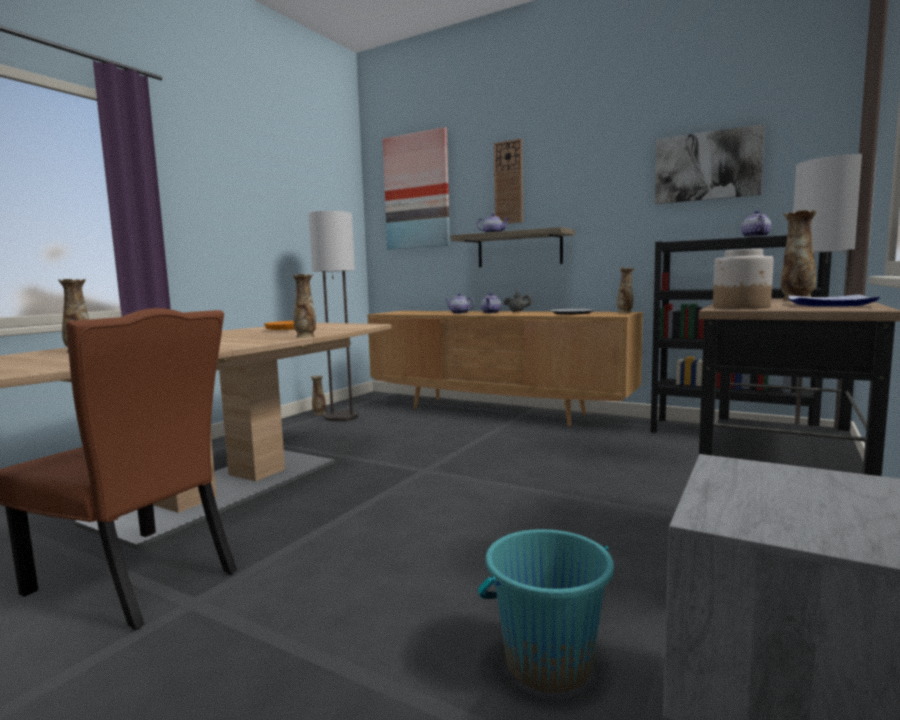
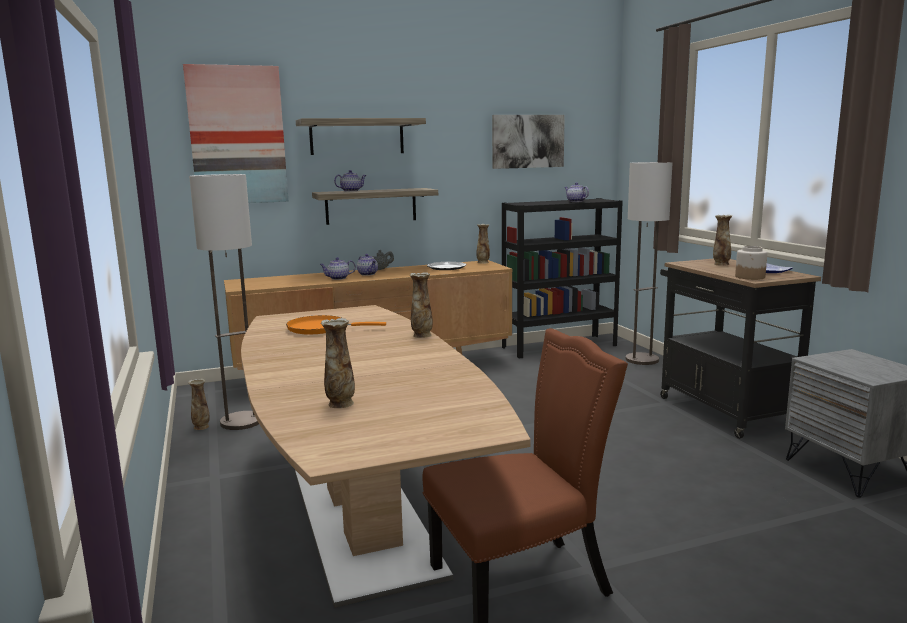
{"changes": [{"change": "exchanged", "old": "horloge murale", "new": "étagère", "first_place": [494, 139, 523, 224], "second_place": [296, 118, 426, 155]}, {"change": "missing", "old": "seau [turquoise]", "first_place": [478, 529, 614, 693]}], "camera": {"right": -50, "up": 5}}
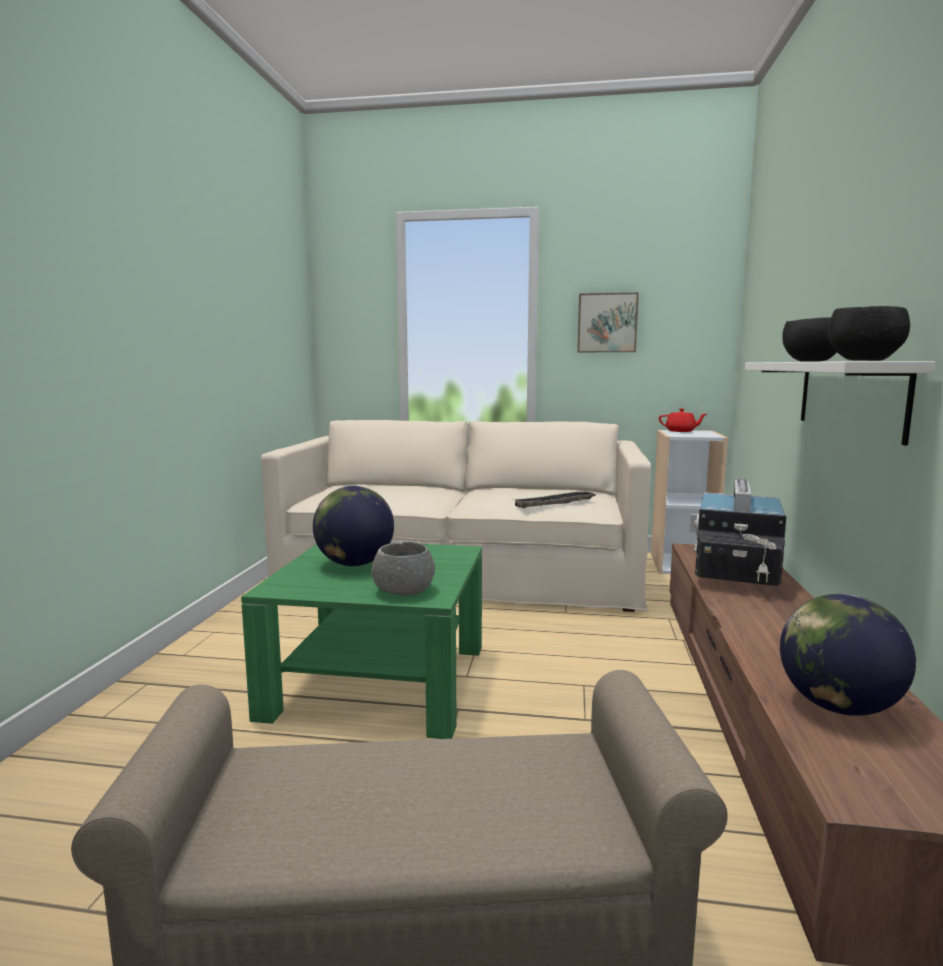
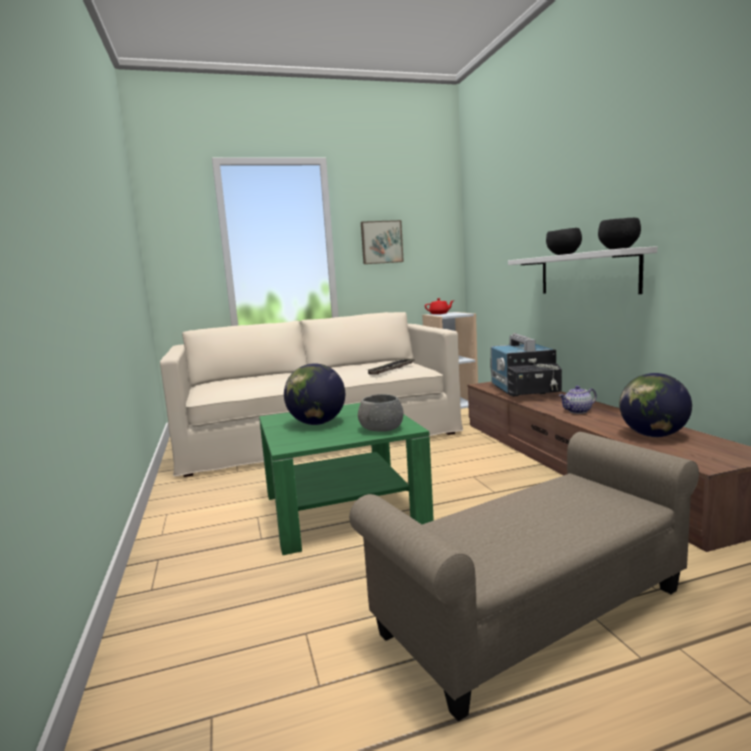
{"changes": [{"change": "appeared", "new": "théière", "second_place": [559, 386, 597, 414]}], "camera": {"right": -25, "up": 0}}
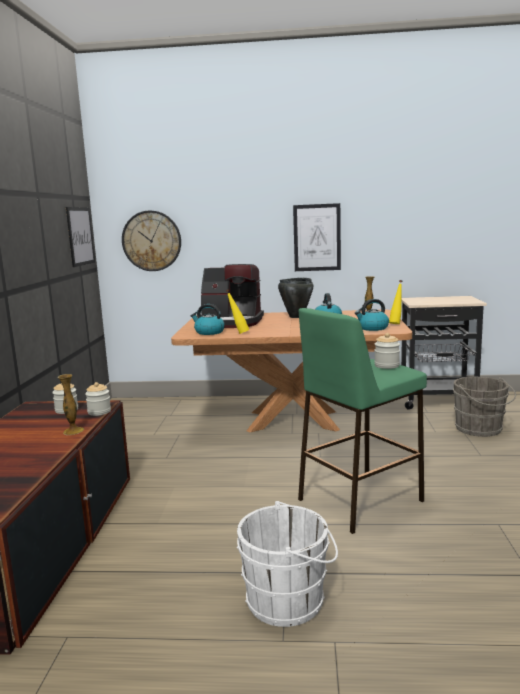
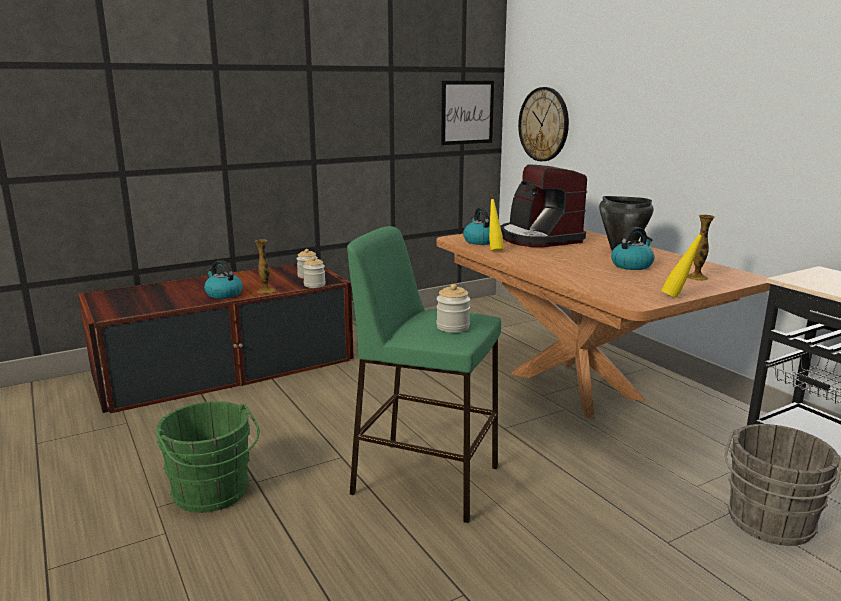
{"changes": [{"change": "missing", "old": "tableau", "first_place": [293, 203, 341, 271]}, {"change": "relocated", "old": "bouilloire", "first_place": [355, 299, 389, 331], "second_place": [204, 260, 242, 299]}, {"change": "colour", "old": "seau [blanc]", "new": "seau [vert]", "first_place": [237, 501, 338, 627], "second_place": [156, 401, 260, 513]}], "camera": {"right": 55, "up": 5}}
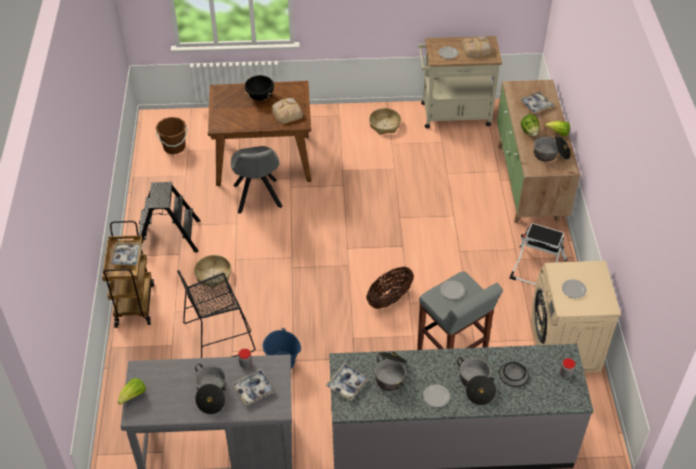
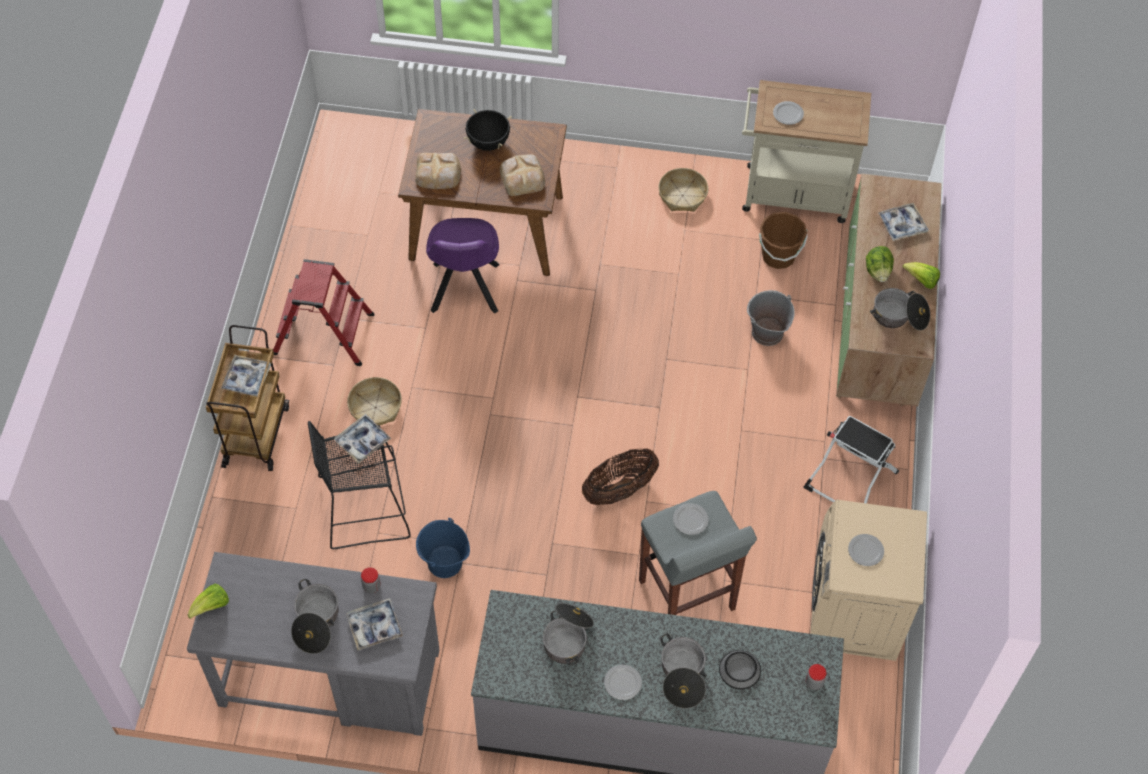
{"changes": [{"change": "relocated", "old": "pain", "first_place": [461, 36, 492, 57], "second_place": [415, 153, 461, 189]}, {"change": "relocated", "old": "seau [marron]", "first_place": [155, 117, 188, 154], "second_place": [759, 212, 807, 269]}, {"change": "colour", "old": "chaise [gris]", "new": "chaise [violet]", "first_place": [231, 146, 283, 214], "second_place": [426, 218, 499, 313]}, {"change": "colour", "old": "escabeau [noir]", "new": "escabeau [rouge]", "first_place": [139, 182, 201, 252], "second_place": [273, 259, 375, 366]}, {"change": "relocated", "old": "plateau", "first_place": [326, 363, 370, 400], "second_place": [334, 414, 391, 464]}, {"change": "appeared", "new": "seau [gris]", "second_place": [747, 290, 795, 346]}], "camera": {"right": 10, "up": 10}}
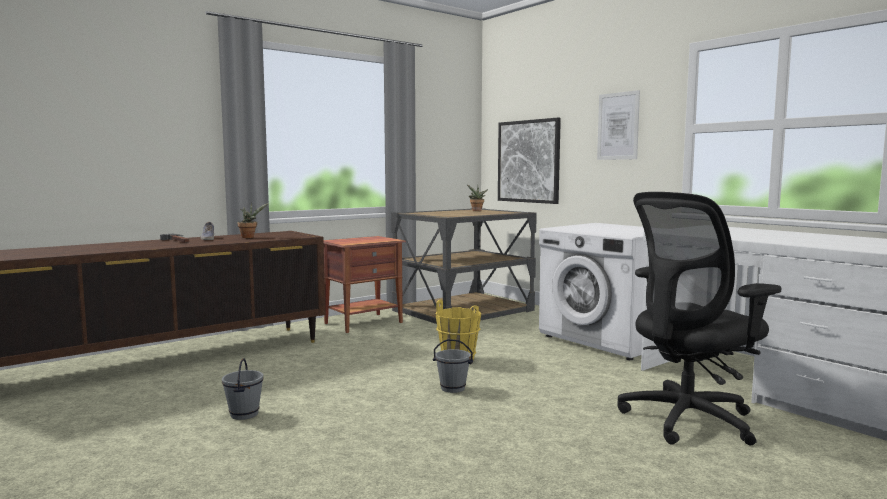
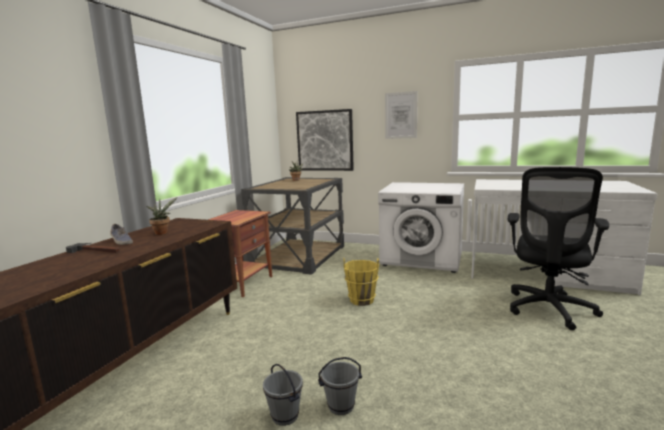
{"changes": [{"change": "relocated", "old": "seau [gris]", "first_place": [433, 339, 473, 393], "second_place": [318, 357, 362, 415]}], "camera": {"right": -30, "up": 5}}
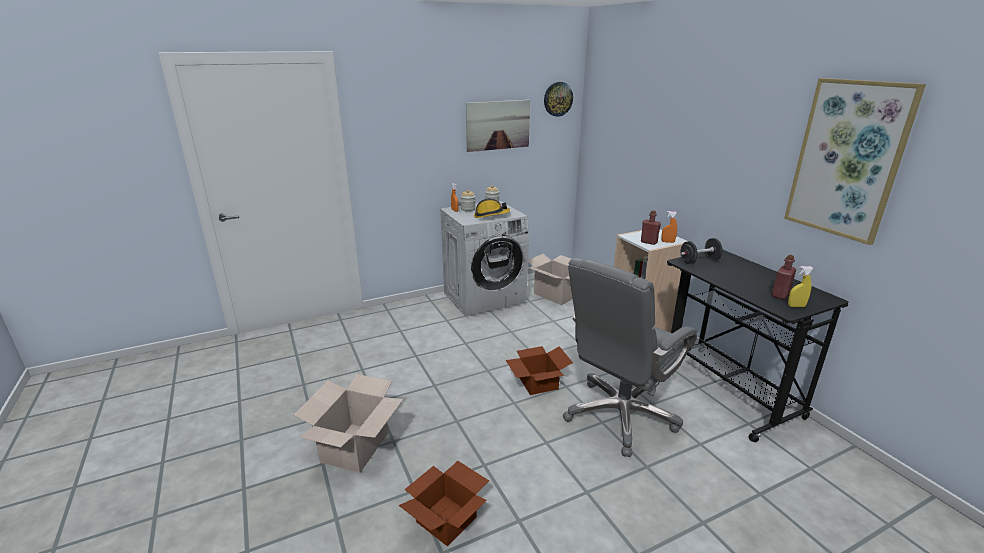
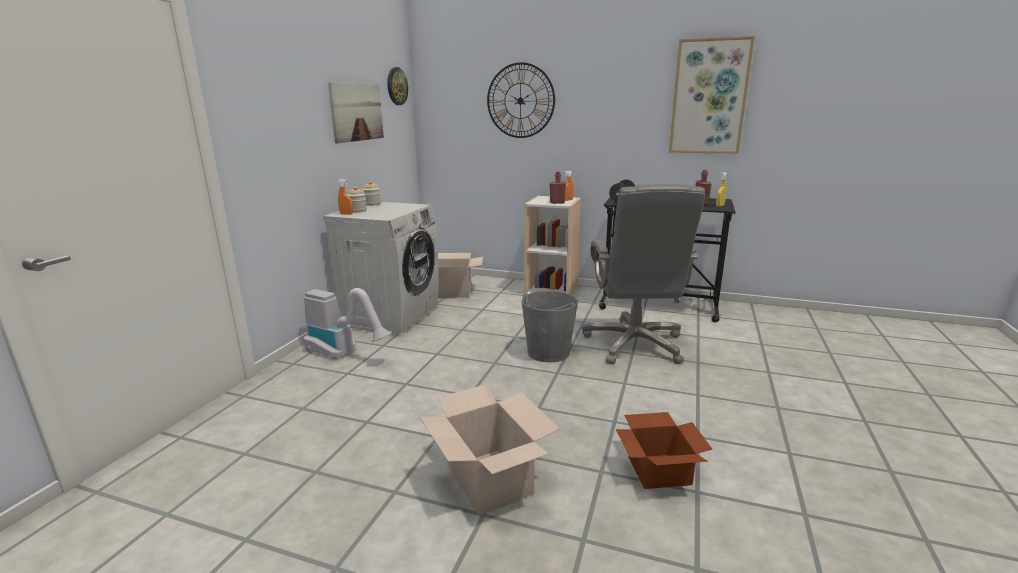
{"changes": [{"change": "missing", "old": "casque de chantier", "first_place": [474, 198, 510, 218]}, {"change": "exchanged", "old": "carton", "new": "seau [gris]", "first_place": [506, 346, 573, 395], "second_place": [521, 291, 578, 362]}, {"change": "appeared", "new": "horloge murale", "second_place": [487, 62, 555, 138]}, {"change": "appeared", "new": "aspirateur", "second_place": [303, 288, 392, 359]}], "camera": {"right": -45, "up": -5}}
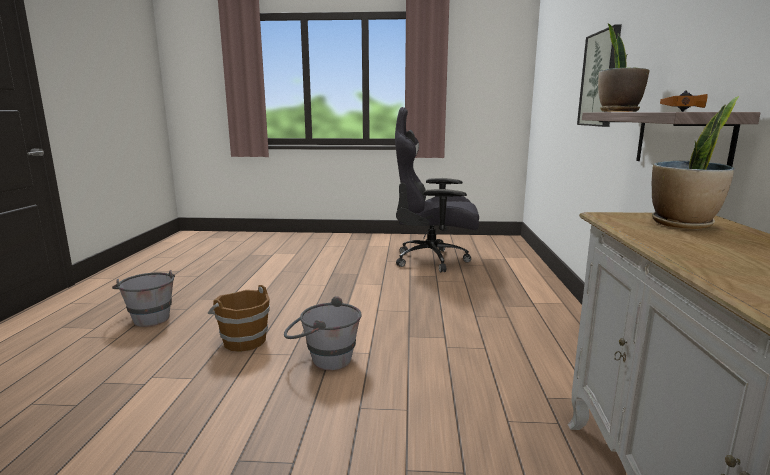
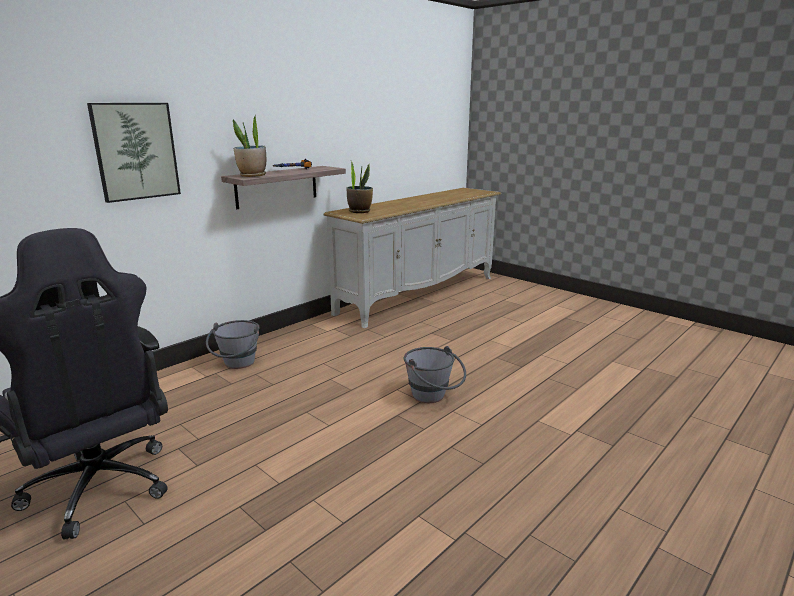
{"changes": [{"change": "relocated", "old": "seau [gris]", "first_place": [112, 270, 175, 327], "second_place": [206, 320, 260, 369]}, {"change": "missing", "old": "seau [marron]", "first_place": [208, 285, 270, 352]}], "camera": {"right": -140, "up": 5}}
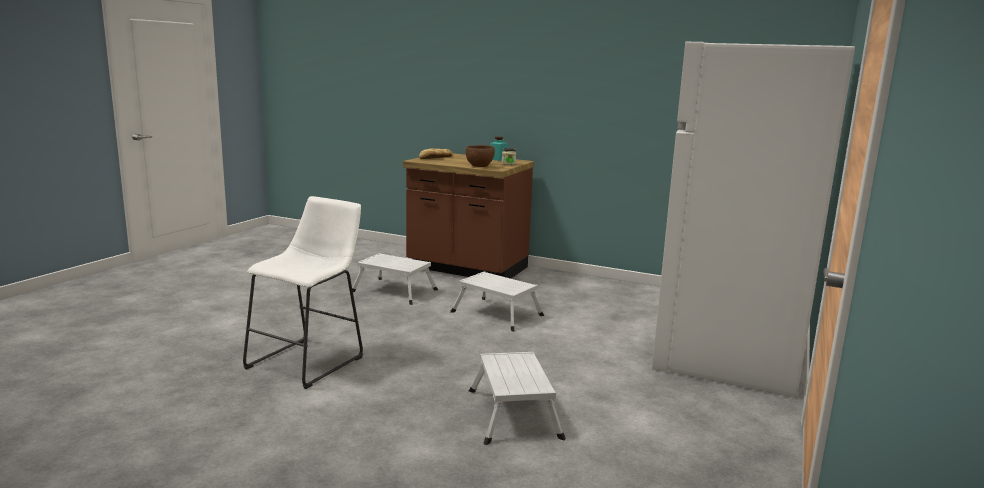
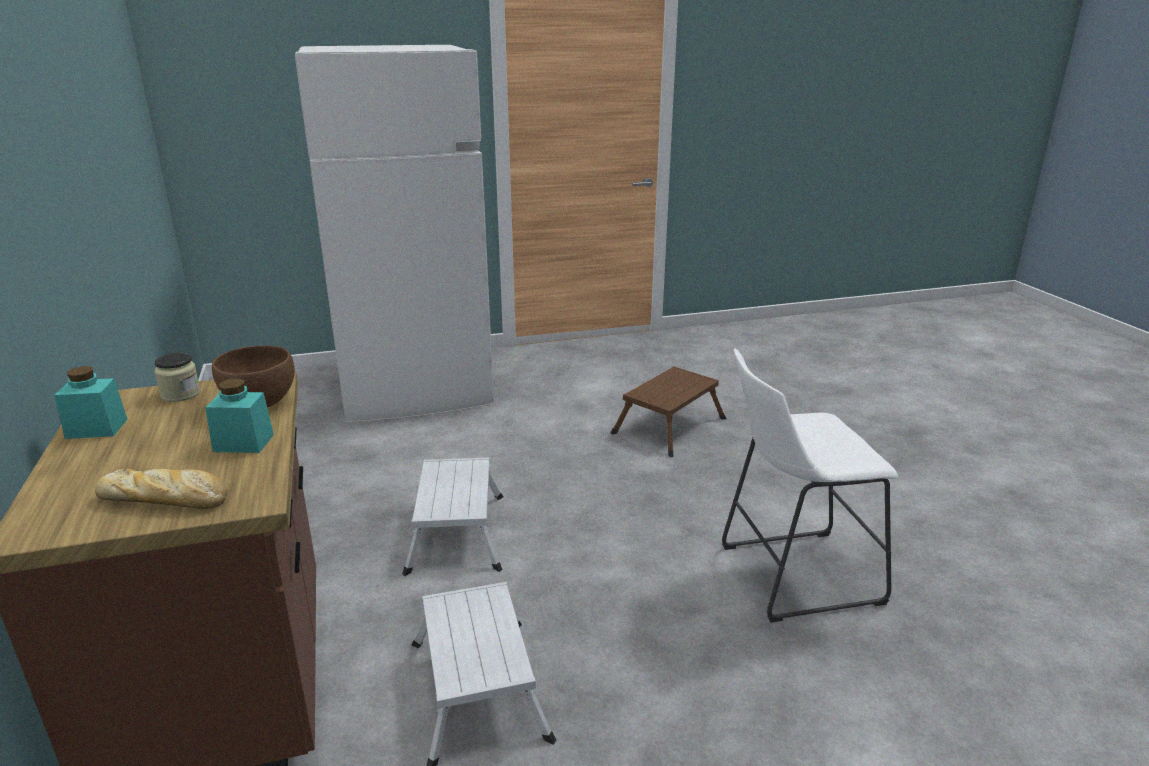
{"changes": [{"change": "colour", "old": "escabeau [blanc]", "new": "escabeau [marron]", "first_place": [469, 352, 566, 445], "second_place": [610, 366, 727, 457]}, {"change": "appeared", "new": "bocal [turquoise]", "second_place": [205, 378, 274, 453]}], "camera": {"right": -130, "up": 10}}
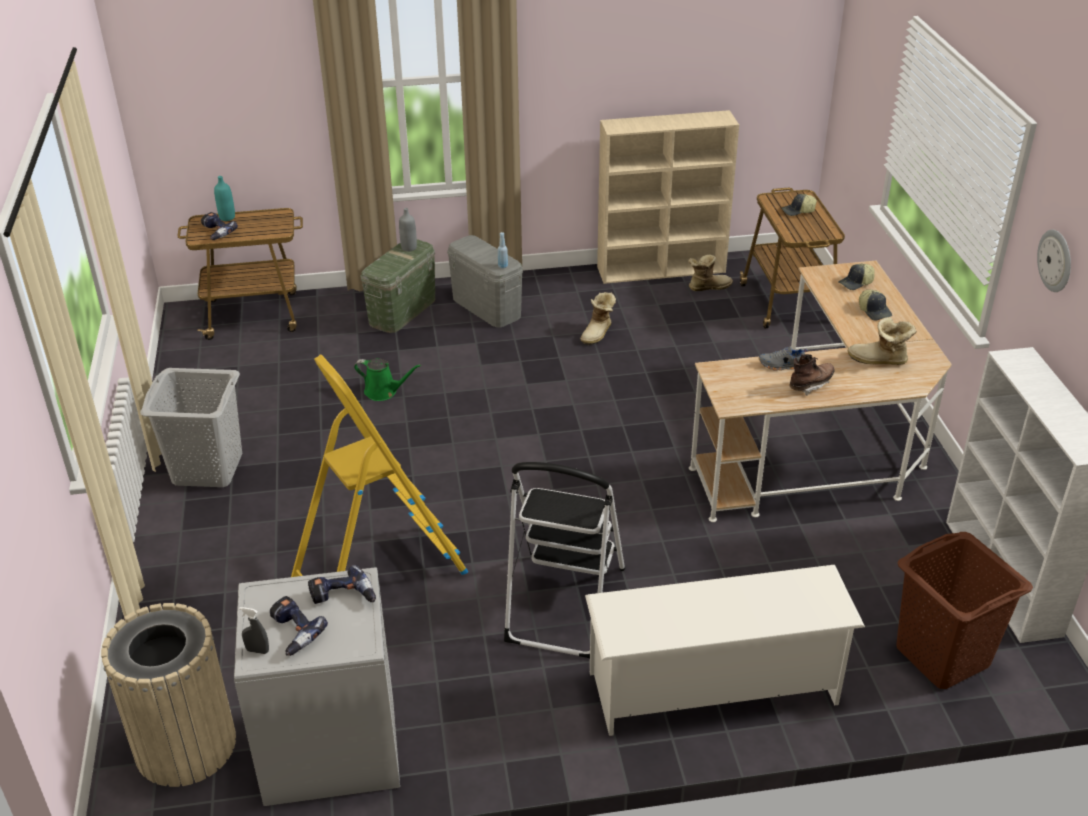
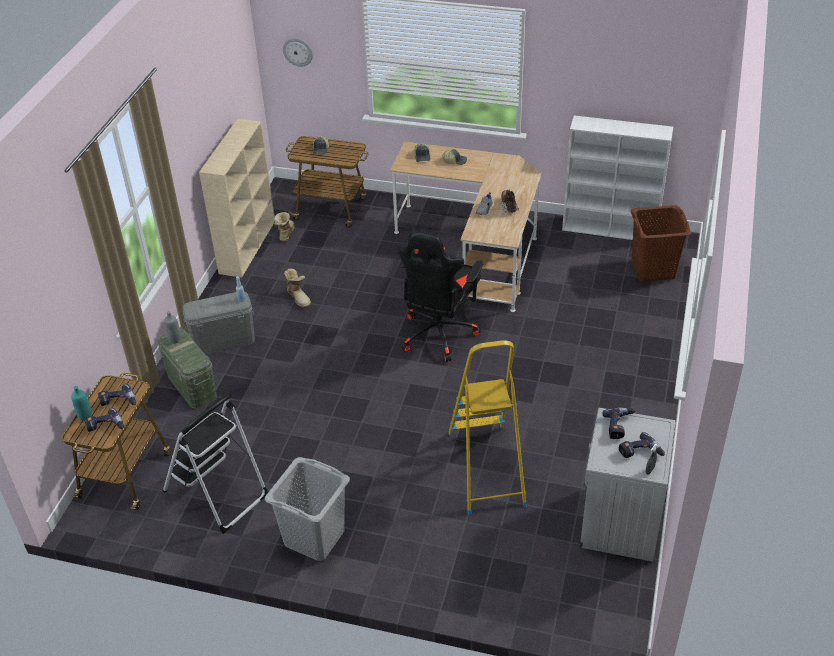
{"changes": [{"change": "relocated", "old": "horloge murale", "first_place": [1037, 230, 1071, 292], "second_place": [283, 38, 313, 67]}, {"change": "missing", "old": "botte", "first_place": [848, 317, 917, 365]}, {"change": "missing", "old": "arrosoir [vert]", "first_place": [354, 358, 421, 401]}, {"change": "relocated", "old": "escabeau", "first_place": [504, 462, 625, 658], "second_place": [163, 393, 268, 534]}, {"change": "missing", "old": "étagère à chaussures [blanc]", "first_place": [585, 565, 865, 736]}, {"change": "missing", "old": "poubelle [beige]", "first_place": [101, 603, 236, 787]}, {"change": "appeared", "new": "chaise de bureau [noir]", "second_place": [397, 231, 483, 362]}, {"change": "appeared", "new": "perceuse", "second_place": [98, 384, 136, 406]}], "camera": {"right": -65, "up": 5}}
